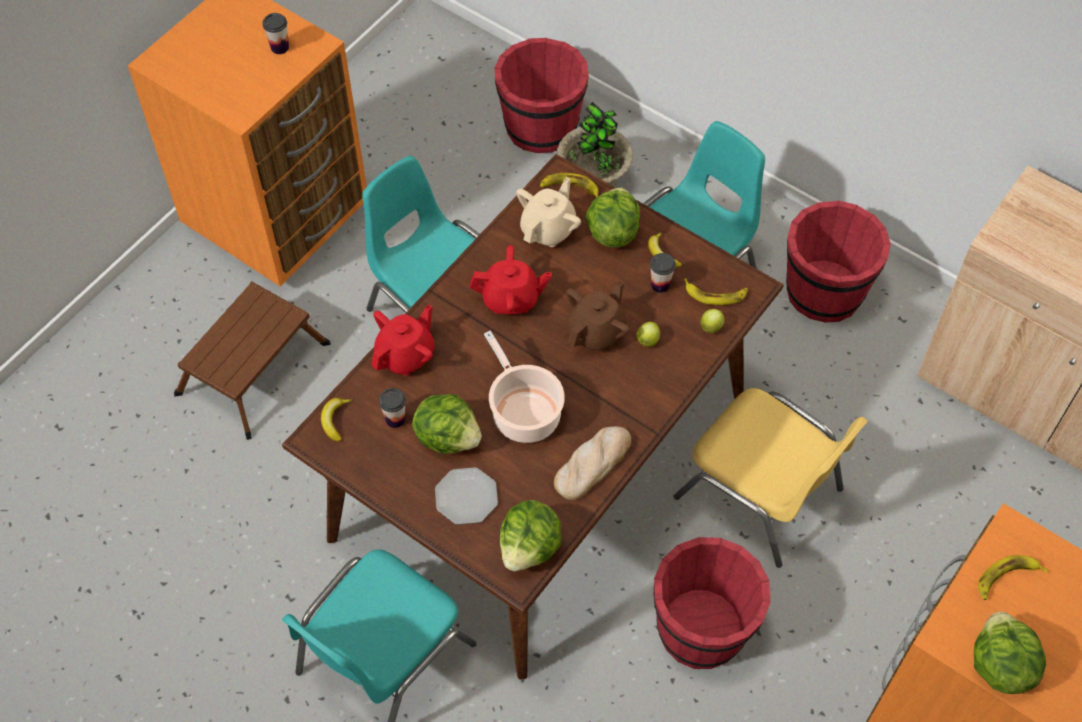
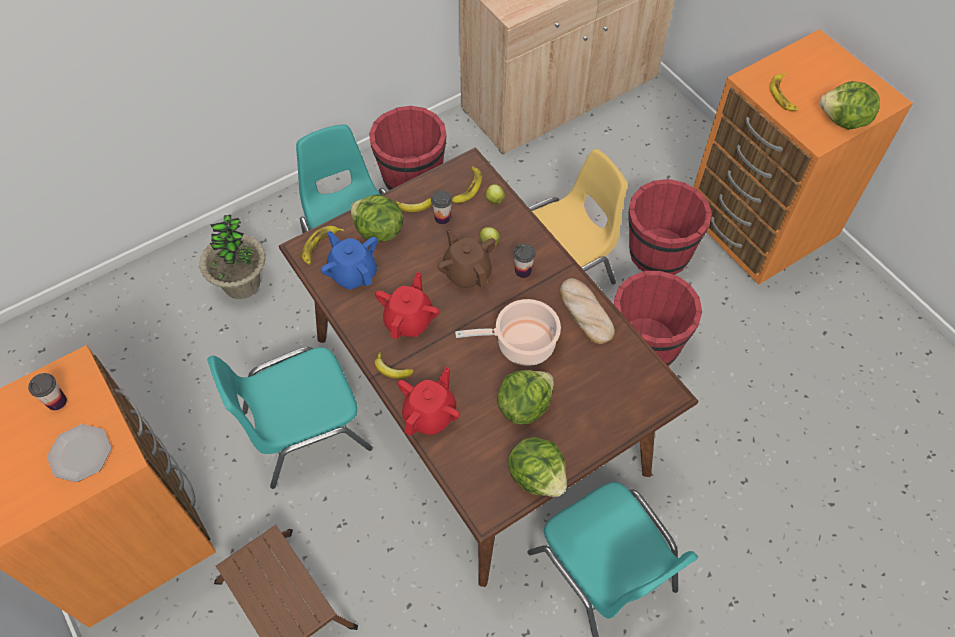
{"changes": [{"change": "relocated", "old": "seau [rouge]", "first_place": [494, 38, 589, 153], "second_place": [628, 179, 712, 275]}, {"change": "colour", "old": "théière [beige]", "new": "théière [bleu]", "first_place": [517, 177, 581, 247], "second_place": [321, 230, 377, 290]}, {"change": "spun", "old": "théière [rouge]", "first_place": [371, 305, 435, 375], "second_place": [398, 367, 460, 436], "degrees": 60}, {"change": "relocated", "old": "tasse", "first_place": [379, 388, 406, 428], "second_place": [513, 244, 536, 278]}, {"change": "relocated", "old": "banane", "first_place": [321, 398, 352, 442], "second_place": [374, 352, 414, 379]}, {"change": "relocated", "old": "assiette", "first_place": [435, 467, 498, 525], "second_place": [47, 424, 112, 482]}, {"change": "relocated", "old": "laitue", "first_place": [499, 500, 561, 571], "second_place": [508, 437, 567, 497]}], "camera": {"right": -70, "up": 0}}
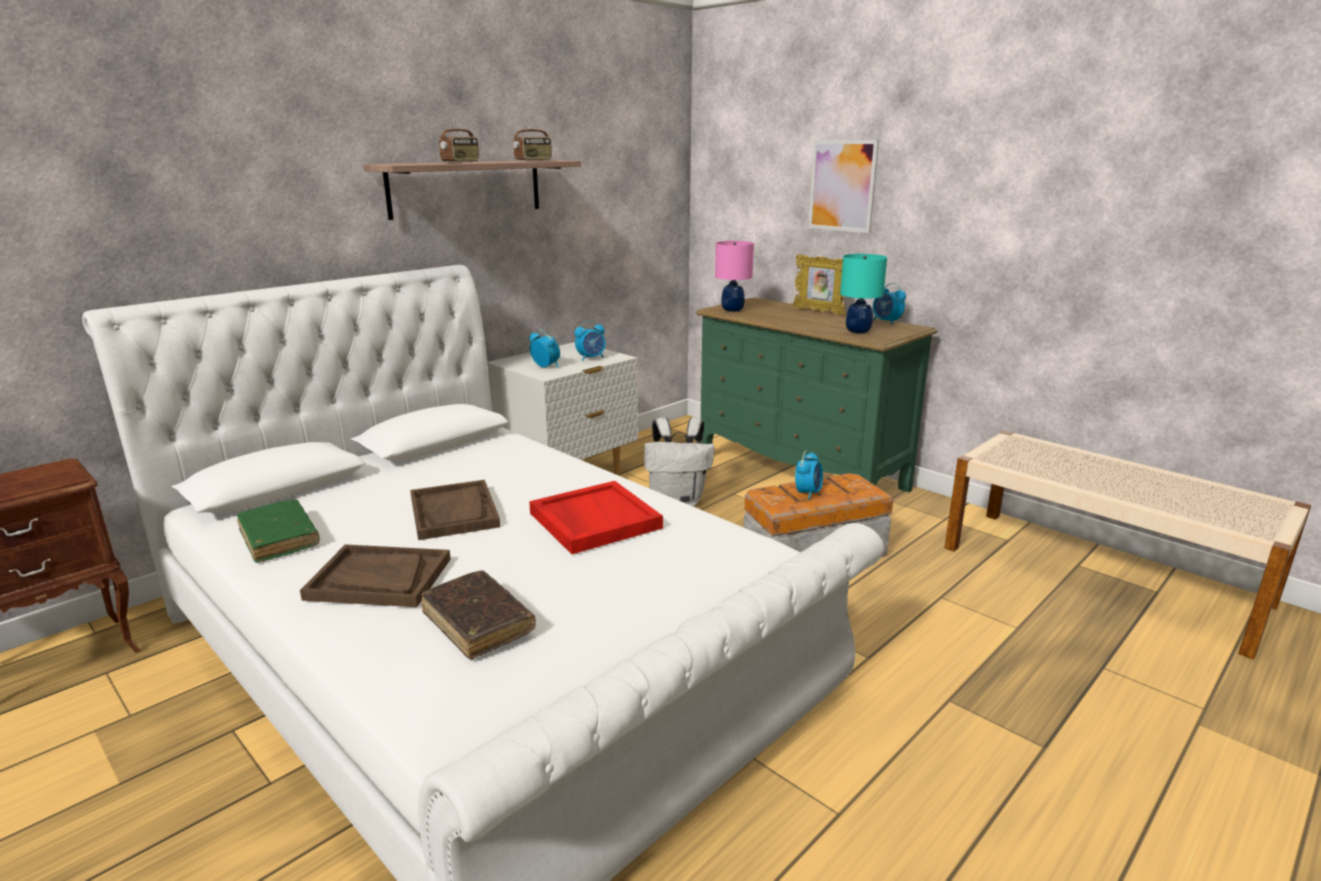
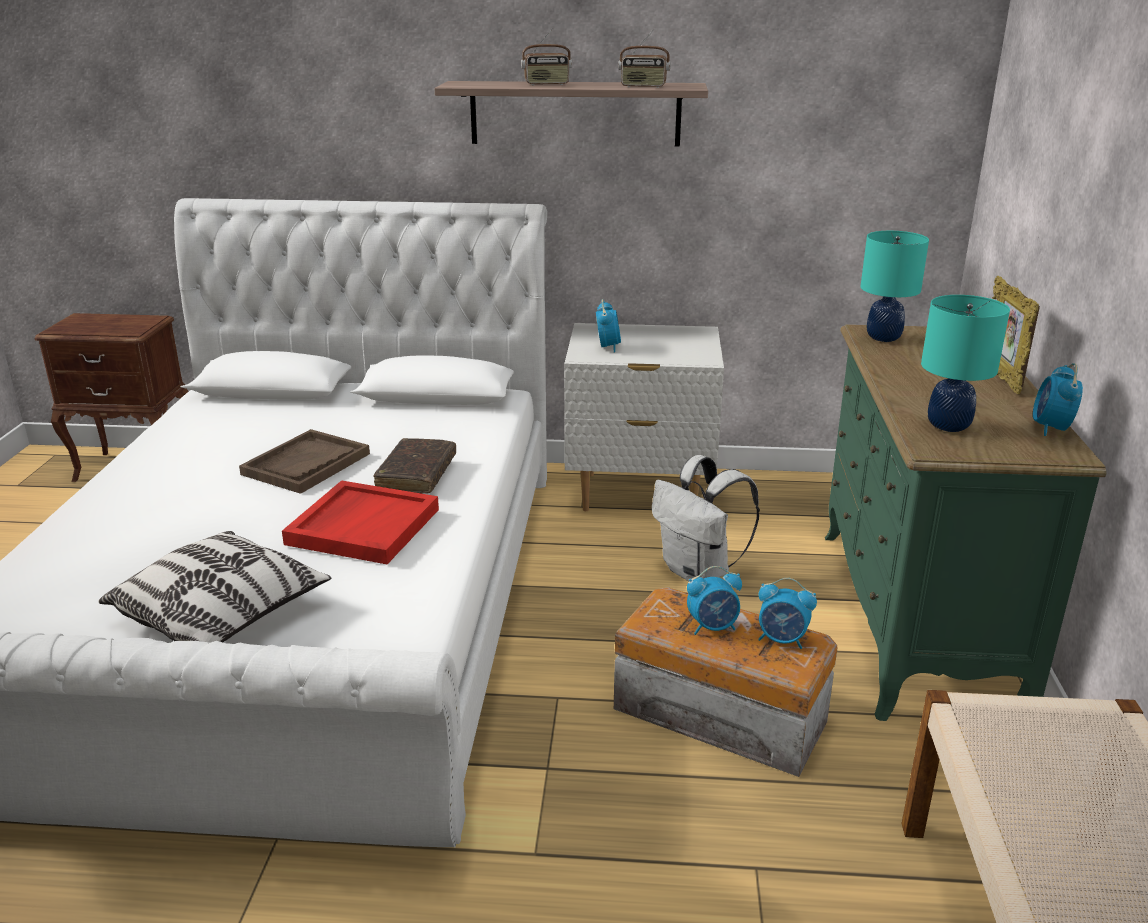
{"changes": [{"change": "missing", "old": "tableau", "first_place": [808, 140, 879, 233]}, {"change": "colour", "old": "lampe de table [rose]", "new": "lampe de table [turquoise]", "first_place": [715, 241, 754, 311], "second_place": [860, 231, 929, 342]}, {"change": "relocated", "old": "réveil", "first_place": [574, 320, 605, 361], "second_place": [758, 578, 817, 649]}, {"change": "missing", "old": "livre [vert]", "first_place": [237, 499, 320, 563]}, {"change": "missing", "old": "plateau [marron]", "first_place": [300, 544, 451, 607]}, {"change": "relocated", "old": "livre [marron]", "first_place": [421, 570, 536, 659], "second_place": [374, 438, 456, 494]}, {"change": "appeared", "new": "coussin", "second_place": [98, 531, 331, 643]}], "camera": {"right": 50, "up": 5}}
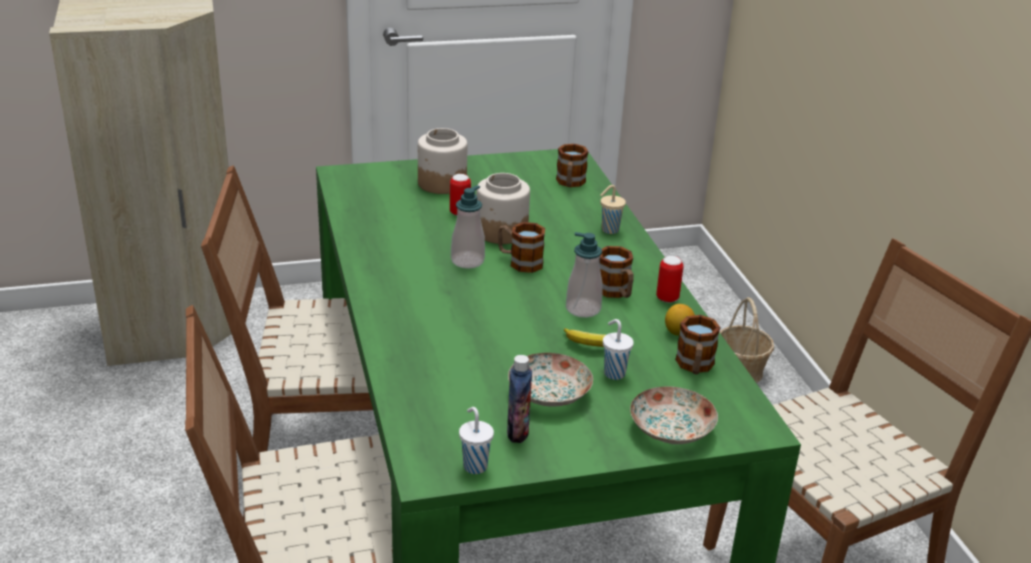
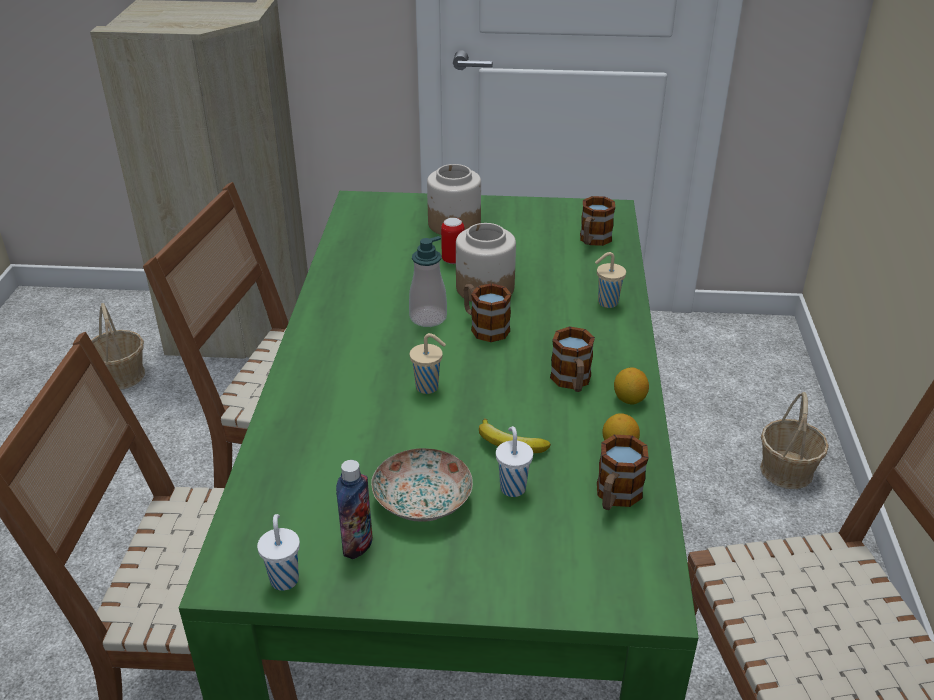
{"changes": [{"change": "missing", "old": "distributeur de savon", "first_place": [566, 232, 603, 318]}, {"change": "exchanged", "old": "boîte métallique", "new": "citron", "first_place": [656, 256, 684, 303], "second_place": [614, 367, 649, 404]}, {"change": "missing", "old": "assiette", "first_place": [630, 387, 718, 444]}, {"change": "appeared", "new": "panier", "second_place": [91, 303, 145, 390]}, {"change": "appeared", "new": "tasse [beige]", "second_place": [410, 333, 446, 394]}], "camera": {"right": 20, "up": 5}}
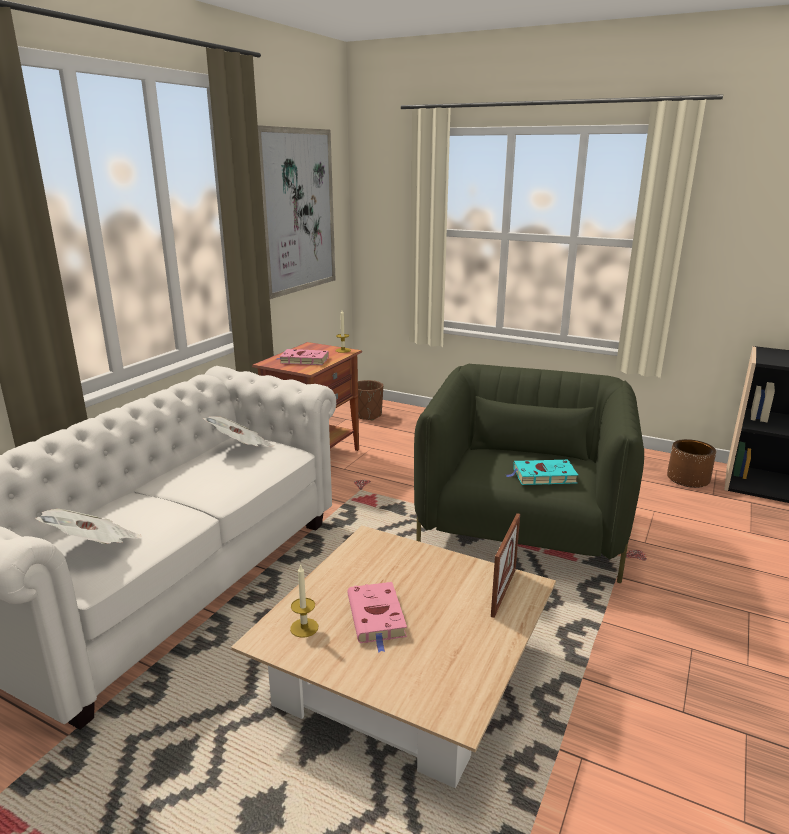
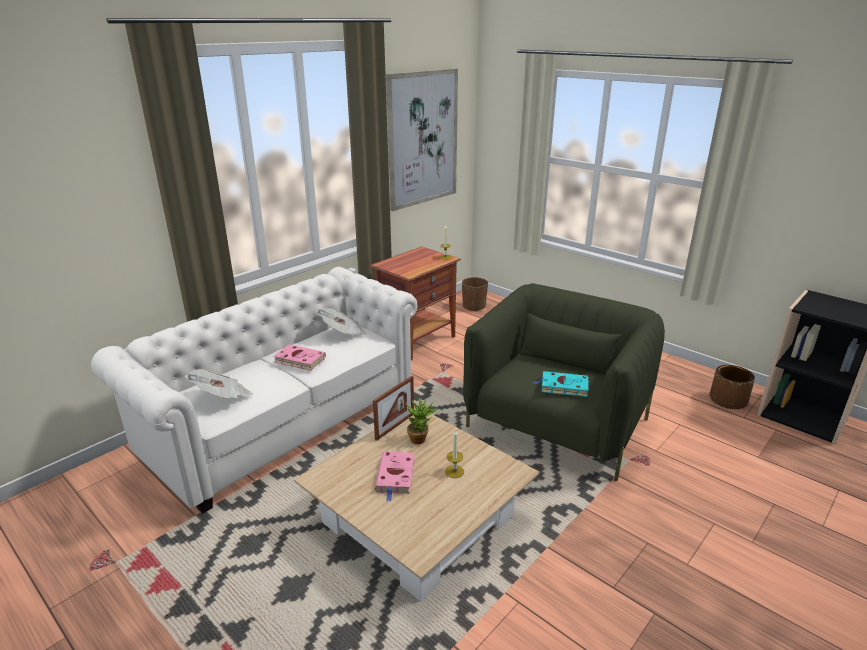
{"changes": [{"change": "relocated", "old": "livre [rose]", "first_place": [277, 349, 329, 365], "second_place": [274, 344, 326, 371]}, {"change": "relocated", "old": "cadre photo", "first_place": [491, 513, 520, 618], "second_place": [373, 376, 414, 441]}, {"change": "relocated", "old": "bougie", "first_place": [290, 564, 318, 638], "second_place": [445, 429, 464, 478]}, {"change": "appeared", "new": "plante en pot", "second_place": [403, 398, 438, 444]}], "camera": {"right": 15, "up": 5}}
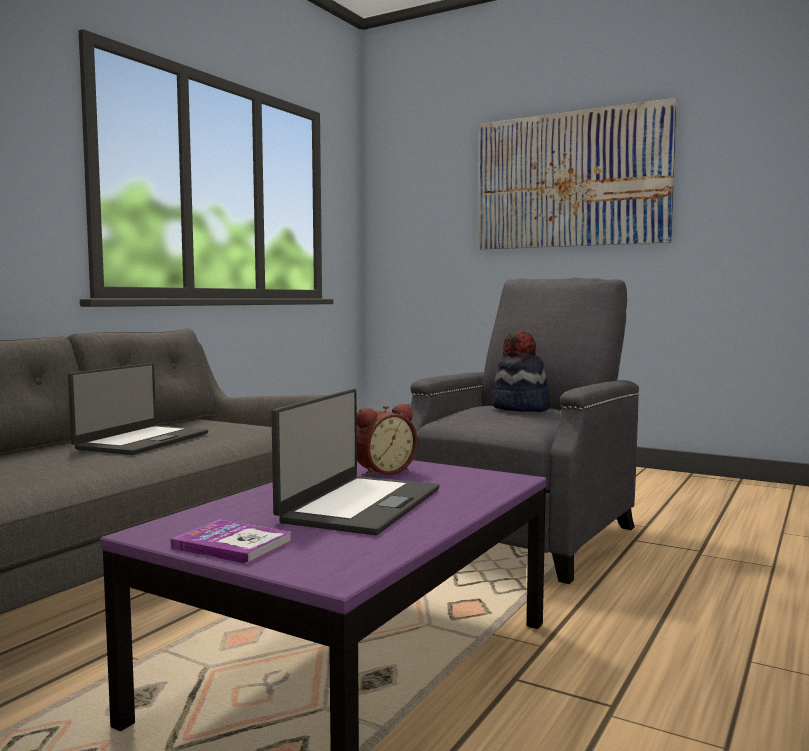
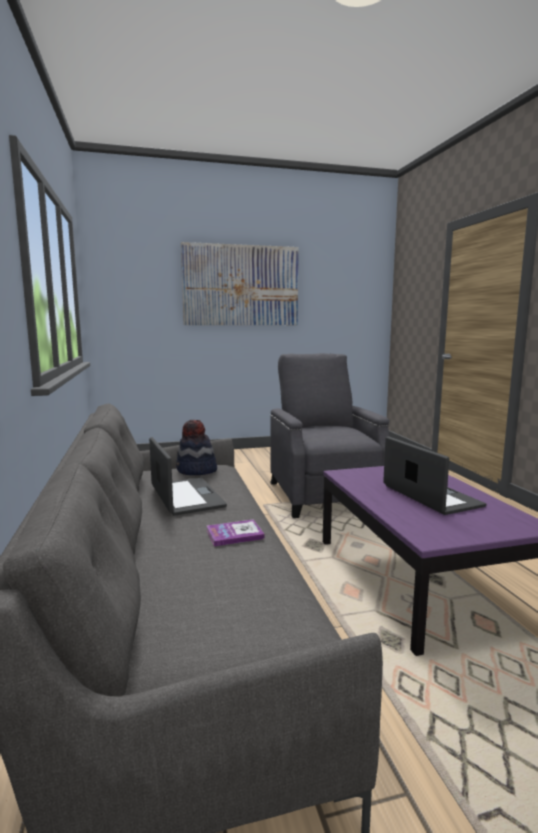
{"changes": [{"change": "relocated", "old": "chapeau", "first_place": [492, 331, 550, 412], "second_place": [176, 420, 217, 475]}, {"change": "missing", "old": "réveil", "first_place": [357, 404, 418, 476]}, {"change": "relocated", "old": "livre", "first_place": [170, 520, 292, 564], "second_place": [207, 519, 265, 546]}], "camera": {"right": -45, "up": 5}}
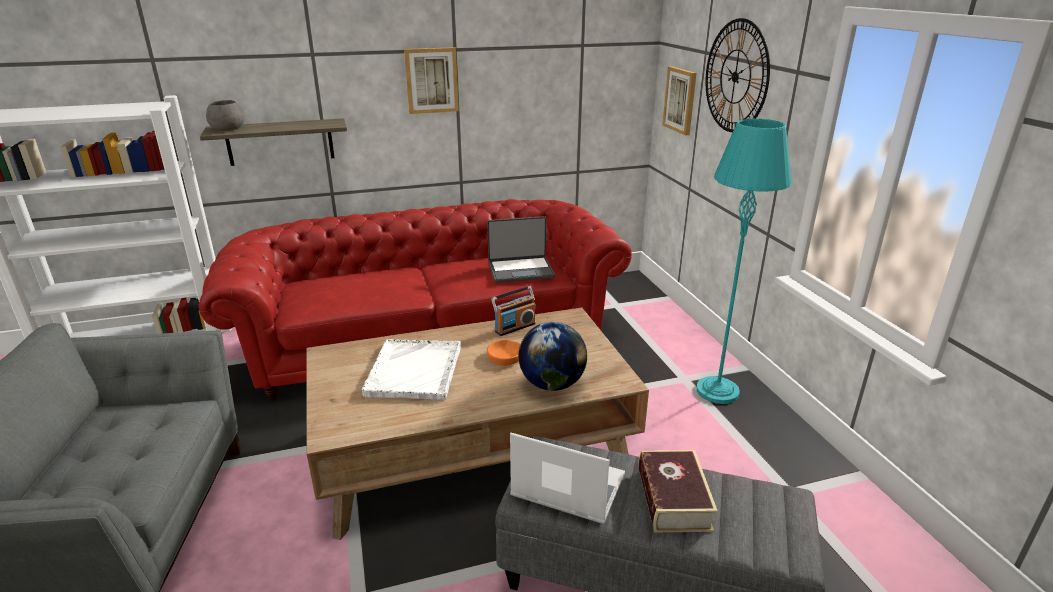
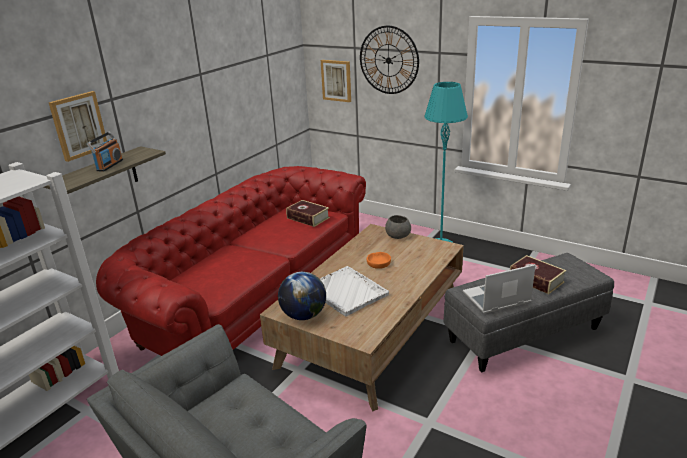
{"changes": [{"change": "relocated", "old": "tableau", "first_place": [404, 47, 459, 114], "second_place": [49, 91, 107, 162]}, {"change": "relocated", "old": "bol [gris]", "first_place": [206, 100, 244, 131], "second_place": [385, 215, 411, 239]}, {"change": "exchanged", "old": "ordinateur portable", "new": "livre", "first_place": [487, 216, 555, 283], "second_place": [286, 200, 330, 227]}, {"change": "relocated", "old": "radio", "first_place": [491, 286, 536, 336], "second_place": [87, 131, 123, 172]}, {"change": "relocated", "old": "globe", "first_place": [519, 322, 587, 391], "second_place": [278, 272, 326, 320]}], "camera": {"right": -40, "up": 0}}
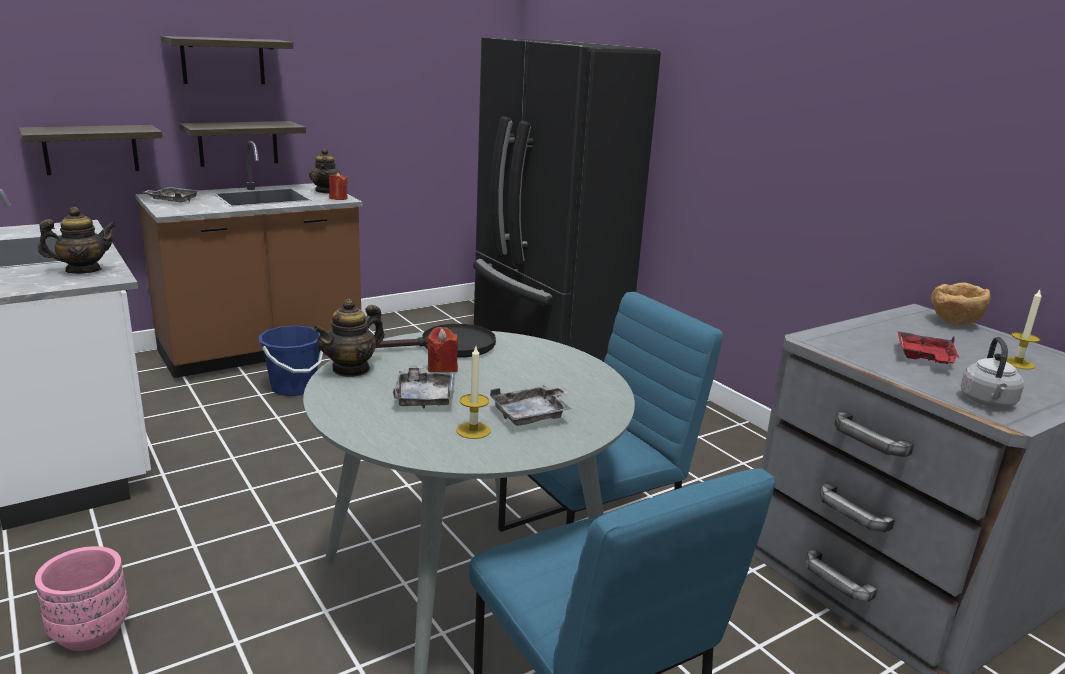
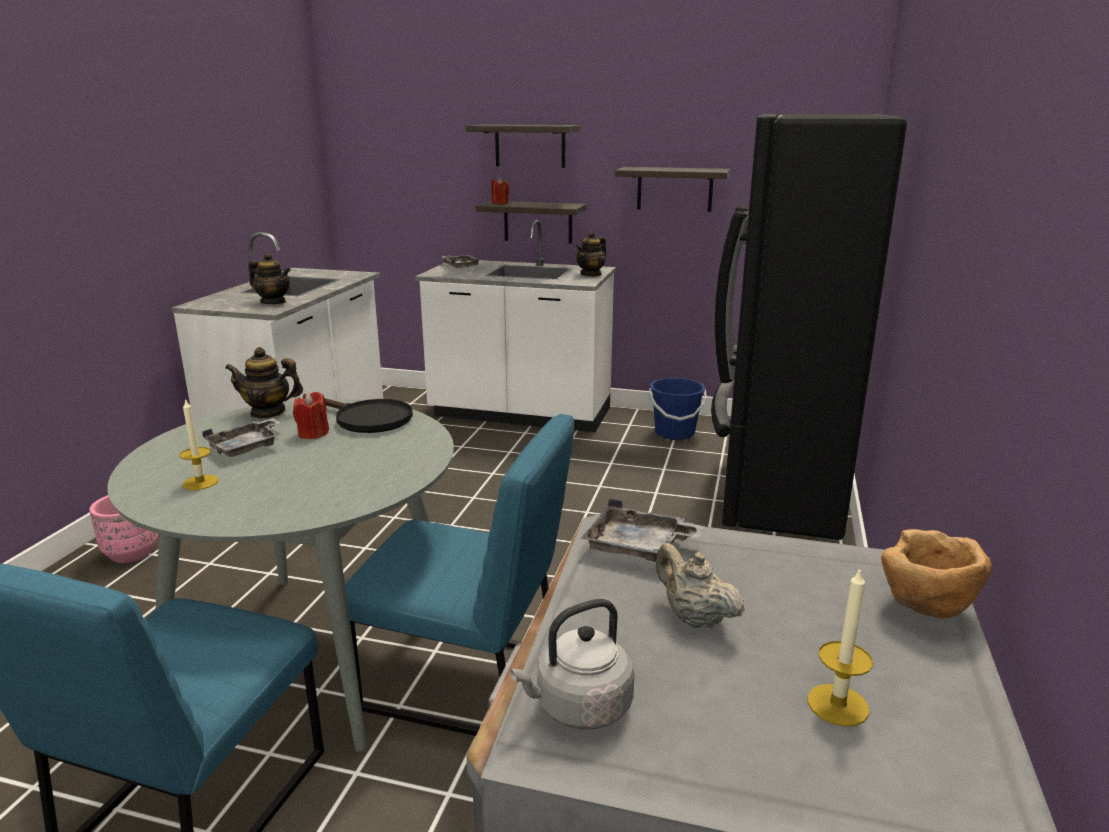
{"changes": [{"change": "relocated", "old": "étagère", "first_place": [18, 125, 163, 175], "second_place": [615, 167, 730, 212]}, {"change": "colour", "old": "comptoir de cuisine [marron]", "new": "comptoir de cuisine [blanc]", "first_place": [135, 141, 362, 378], "second_place": [415, 220, 616, 432]}, {"change": "relocated", "old": "bougie [rouge]", "first_place": [329, 172, 348, 200], "second_place": [491, 178, 510, 204]}, {"change": "relocated", "old": "seau [bleu]", "first_place": [258, 325, 323, 396], "second_place": [649, 378, 707, 440]}, {"change": "exchanged", "old": "plateau [rouge]", "new": "théière [beige]", "first_place": [897, 331, 959, 364], "second_place": [655, 543, 745, 629]}, {"change": "relocated", "old": "plateau [gris]", "first_place": [490, 386, 571, 426], "second_place": [581, 499, 705, 562]}], "camera": {"right": 50, "up": 0}}
